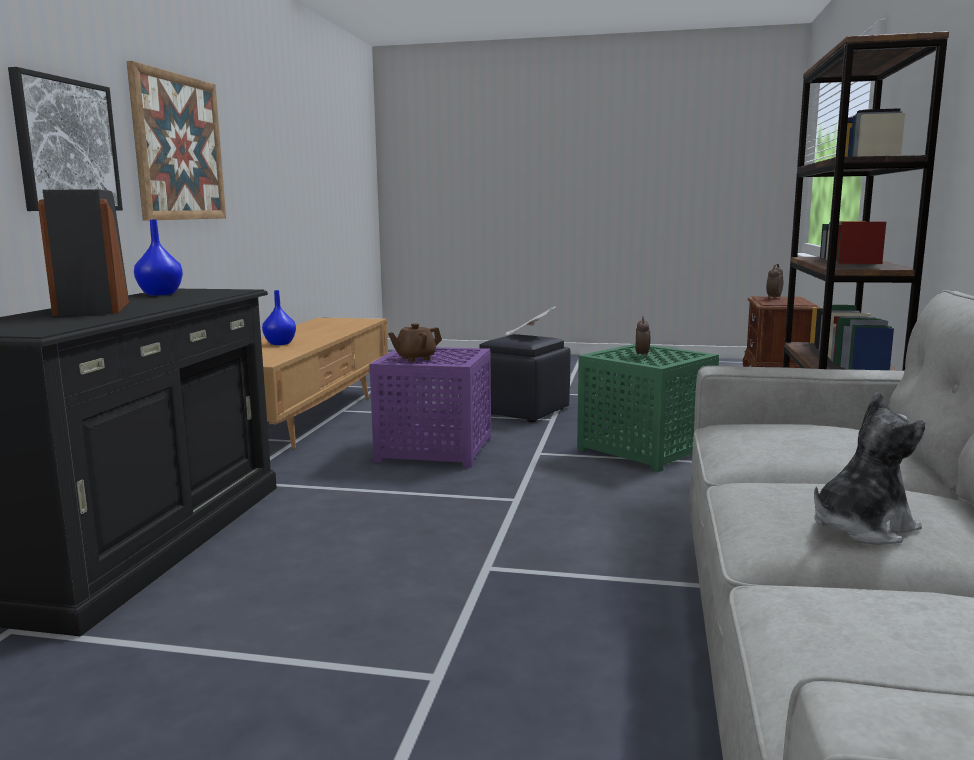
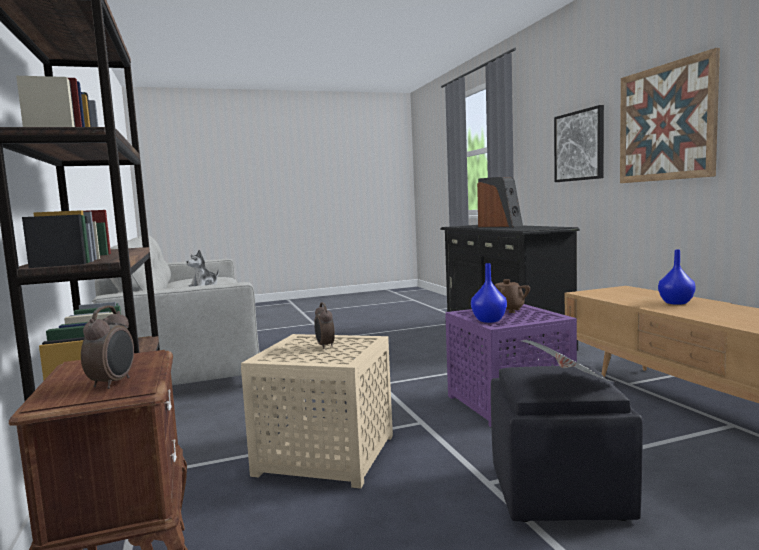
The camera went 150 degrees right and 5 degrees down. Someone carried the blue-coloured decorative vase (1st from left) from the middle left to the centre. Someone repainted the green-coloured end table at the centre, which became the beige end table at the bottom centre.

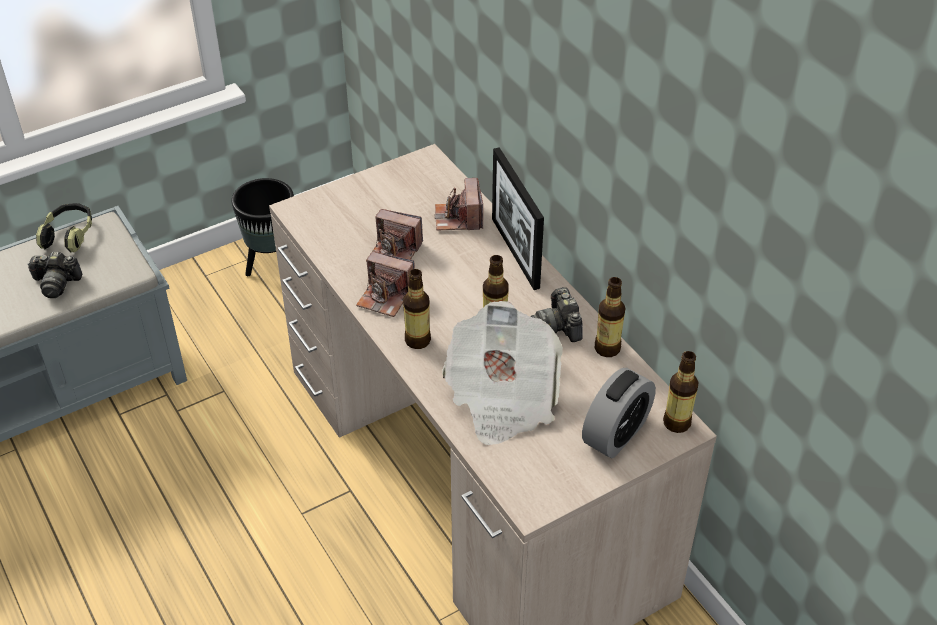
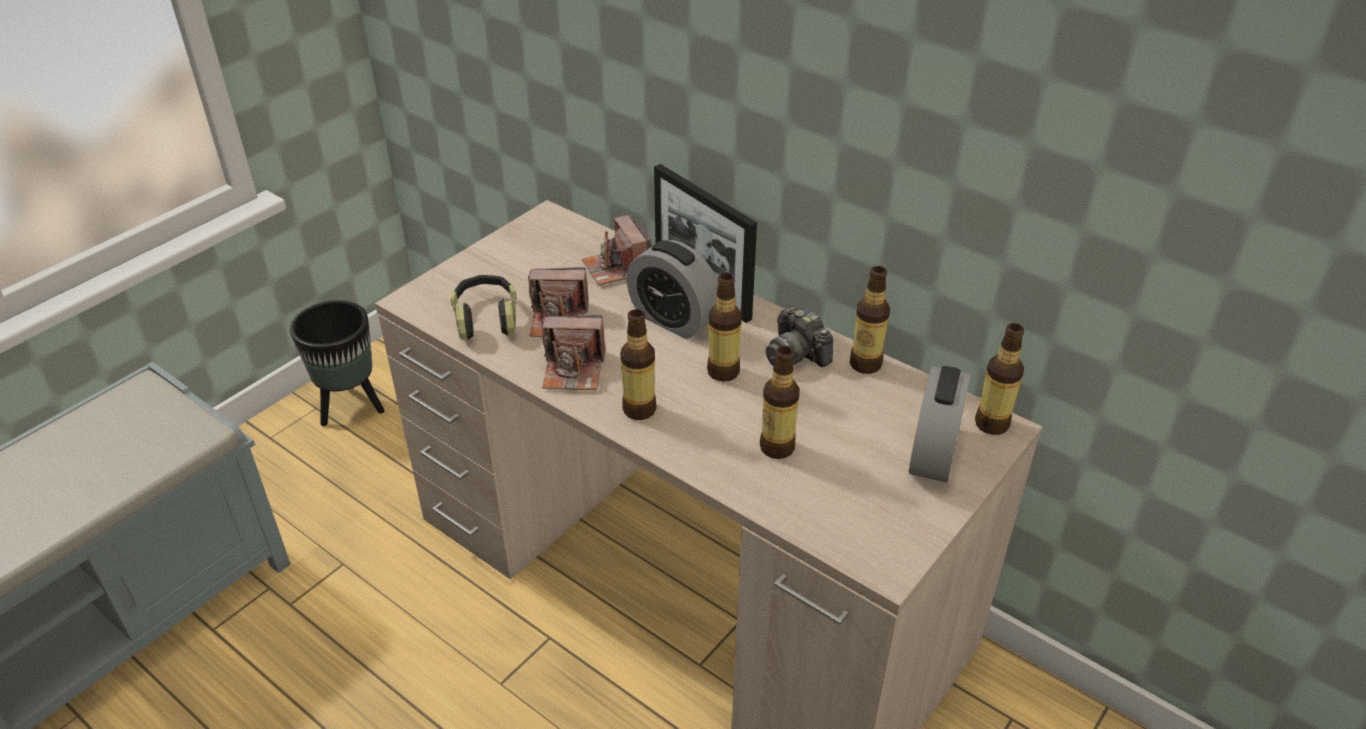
The camera went 20 degrees left and 5 degrees down. Someone took away the still camera (1st from left) at the middle left. Someone carried the pair of headphones from the middle left to the centre. Someone swapped the newspaper at the centre for the beverage bottle (3rd from left) at the centre. Someone put down the alarm clock (1st from left) at the centre.

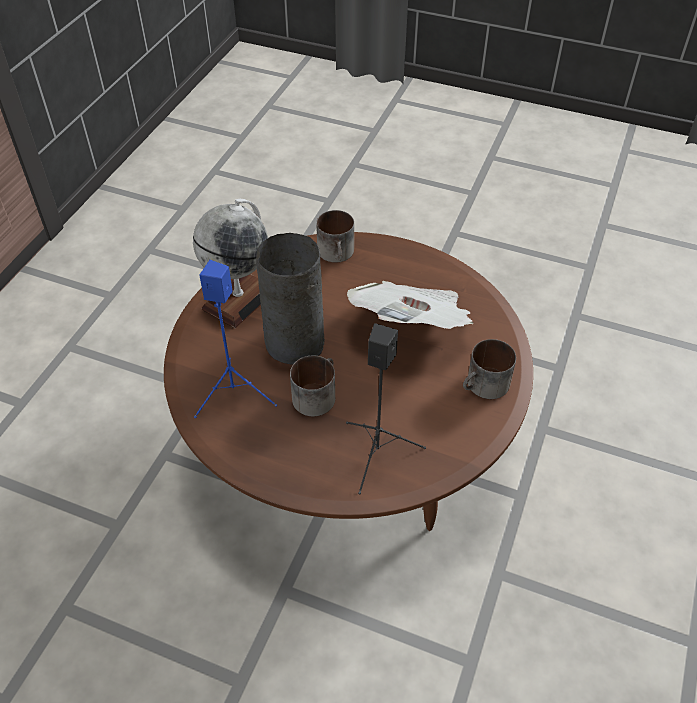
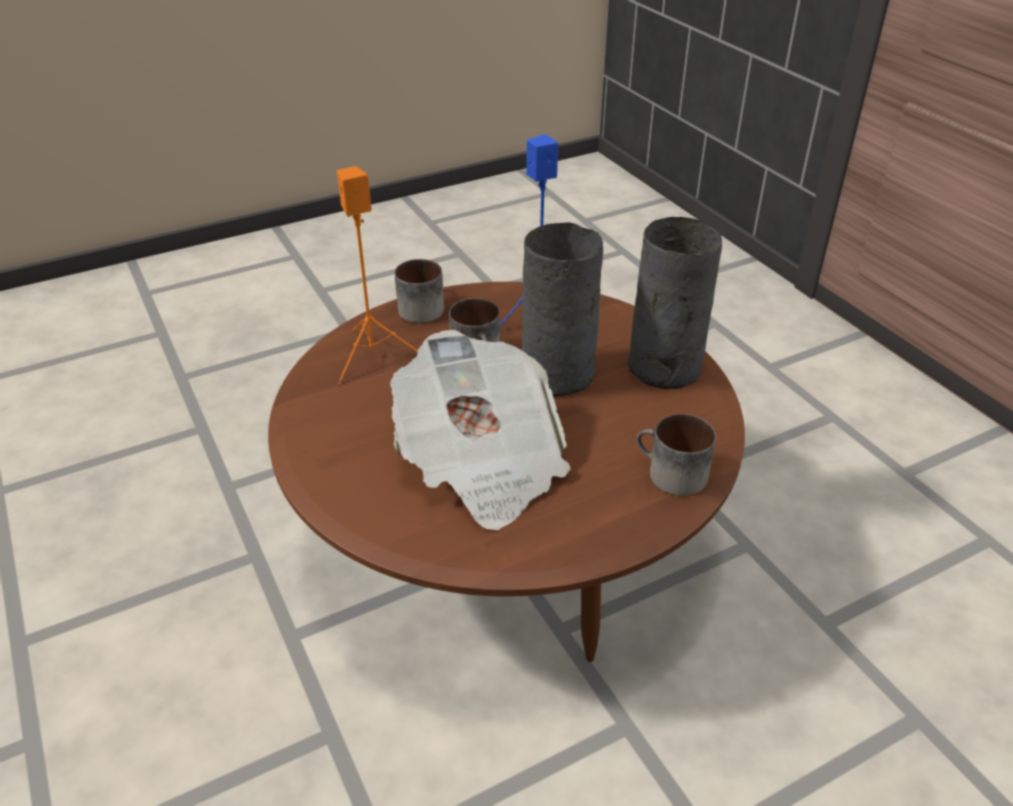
The camera went 130 degrees right and 10 degrees down. Someone swapped the desk globe at the middle left for the grey decorative vase (2nd from left) at the centre. Someone repainted the blackish loudspeaker at the centre, which became the orangey loudspeaker at the centre. Someone carried the mug (3rd from left in the first image) from the middle right to the centre.

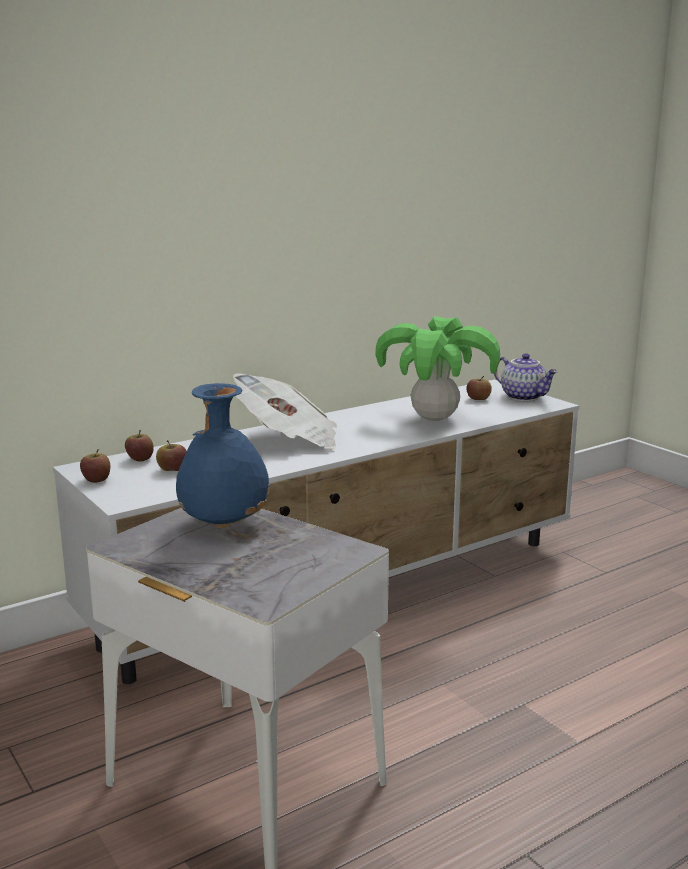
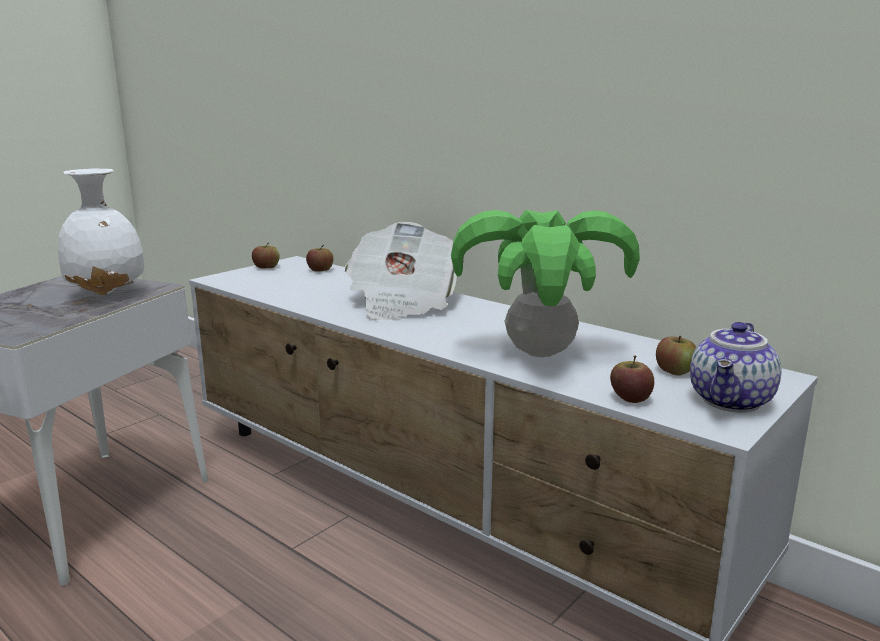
The camera went 75 degrees right and 0 degrees up. Someone carried the apple fruit (3rd from left) from the middle left to the middle right. Someone repainted the blue-coloured decorative vase at the middle left, which became the whitish decorative vase at the middle left.

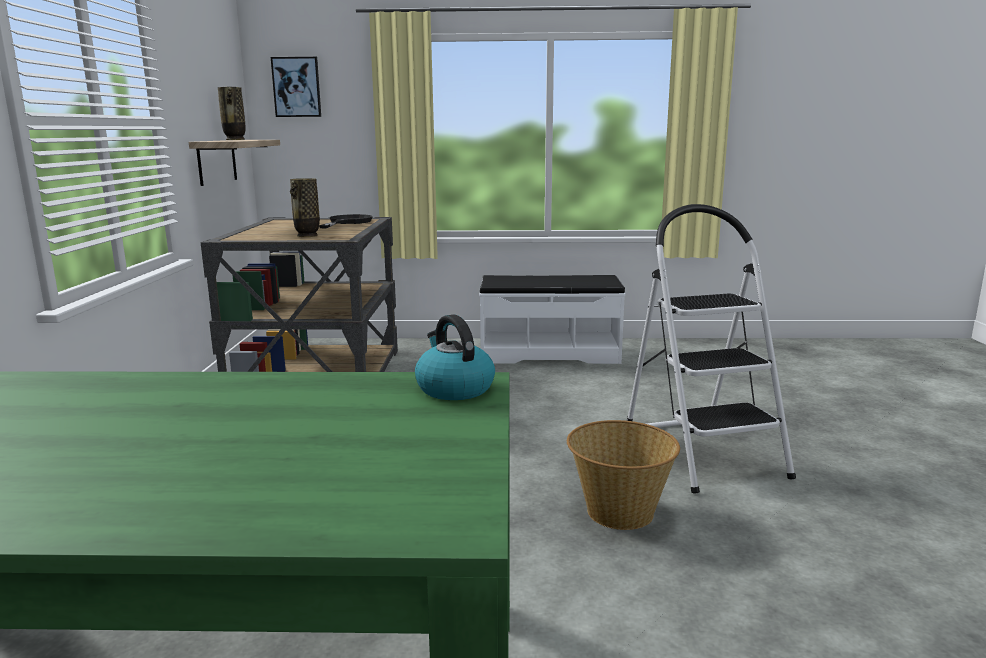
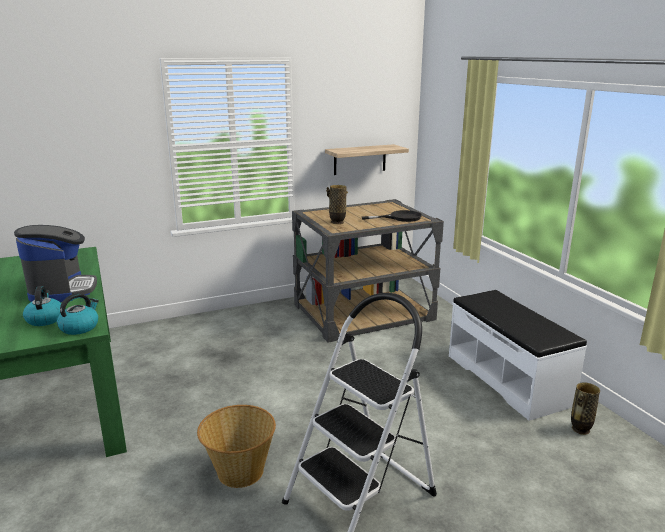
The camera went 65 degrees right and 5 degrees up. Someone carried the decorative vase (1st from left in the first image) from the top left to the bottom right. Someone took away the wall art at the top left. Someone put down the coffee brewer at the middle left. Someone put down the kettle (1st from left) at the middle left.

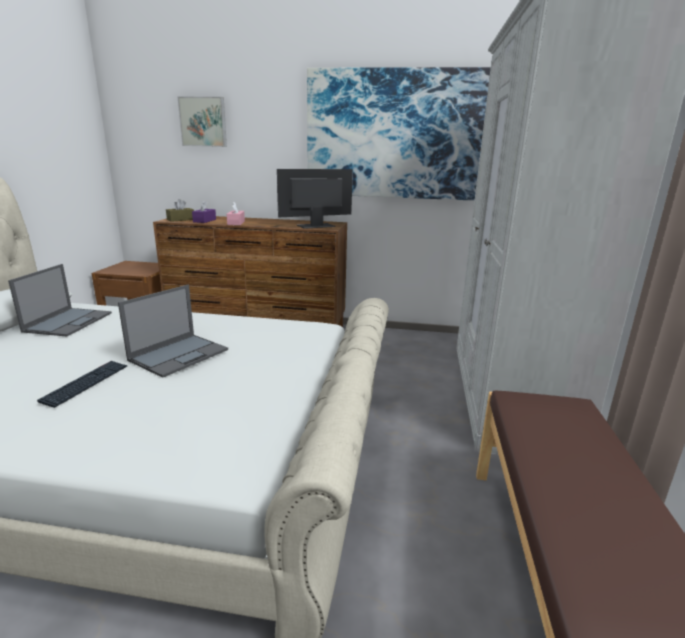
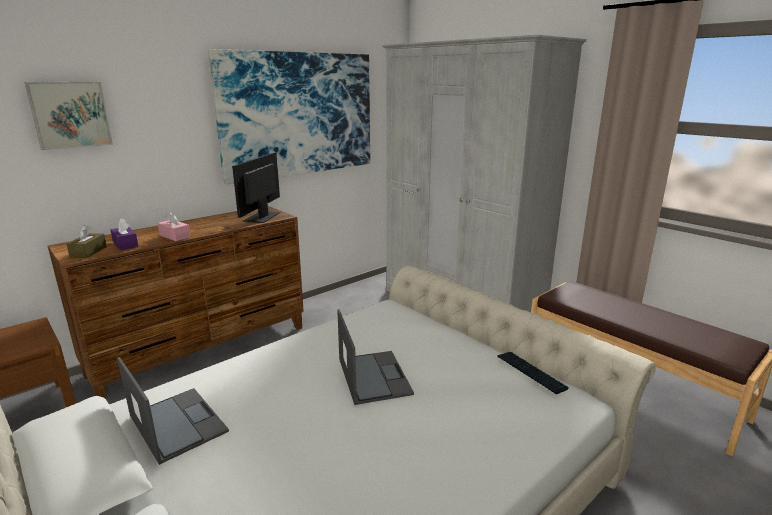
The camera went 50 degrees left and 0 degrees up. Someone carried the keyboard from the middle left to the bottom right.

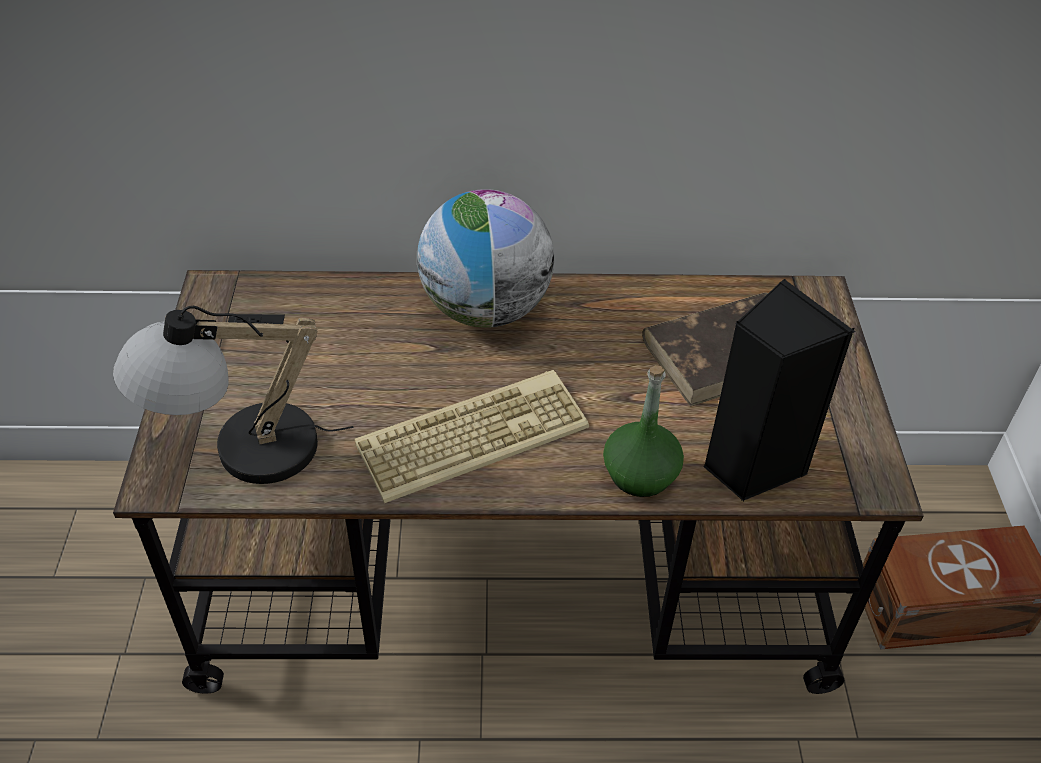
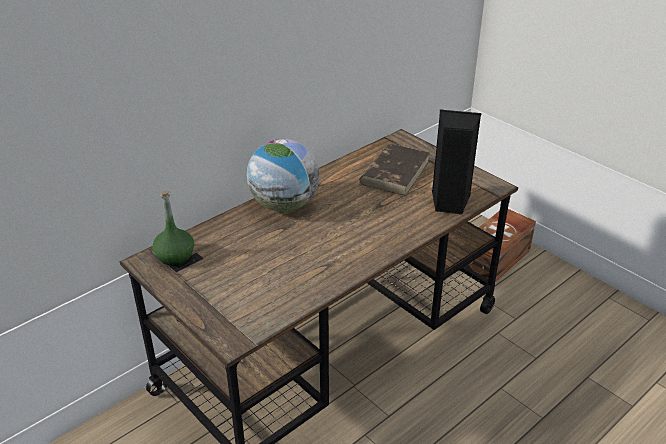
The camera went 40 degrees left and 10 degrees down. Someone took away the tabletop lamp at the middle left. Someone took away the keyboard at the centre. Someone carried the green-coloured beverage bottle from the centre to the middle left.

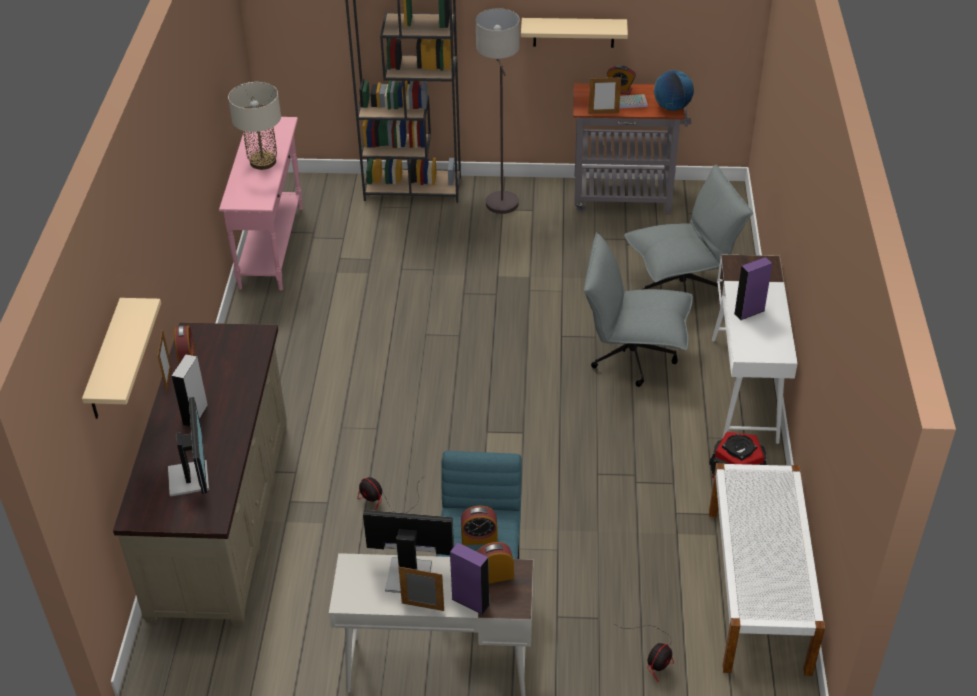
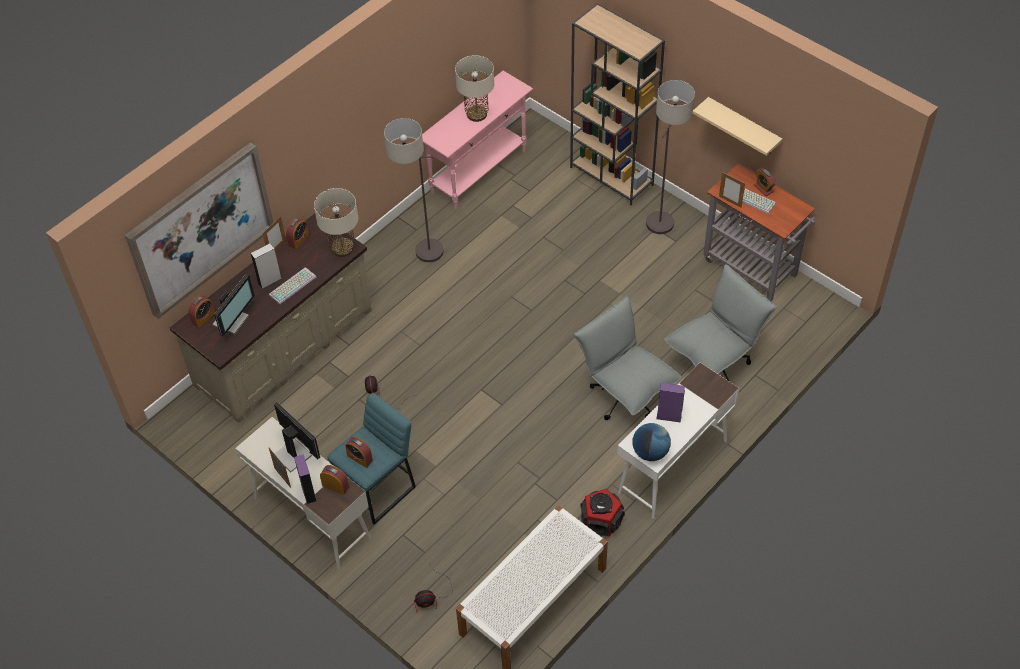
The camera went 40 degrees right and 10 degrees up. Someone swapped the beige bracket shelf (1st from left) at the middle left for the wall art at the middle left. Someone rotated the grey desk chair (2nd from left) at the top right by 60 degrees counterclockwise. Someone carried the desk globe from the top right to the centre. Someone put down the alarm clock (1st from left) at the middle left. Someone put down the keyboard (1st from left) at the middle left. Someone put down the tabletop lamp (1st from left) at the top left. Someone put down the grey standing lamp (1st from left) at the top centre.

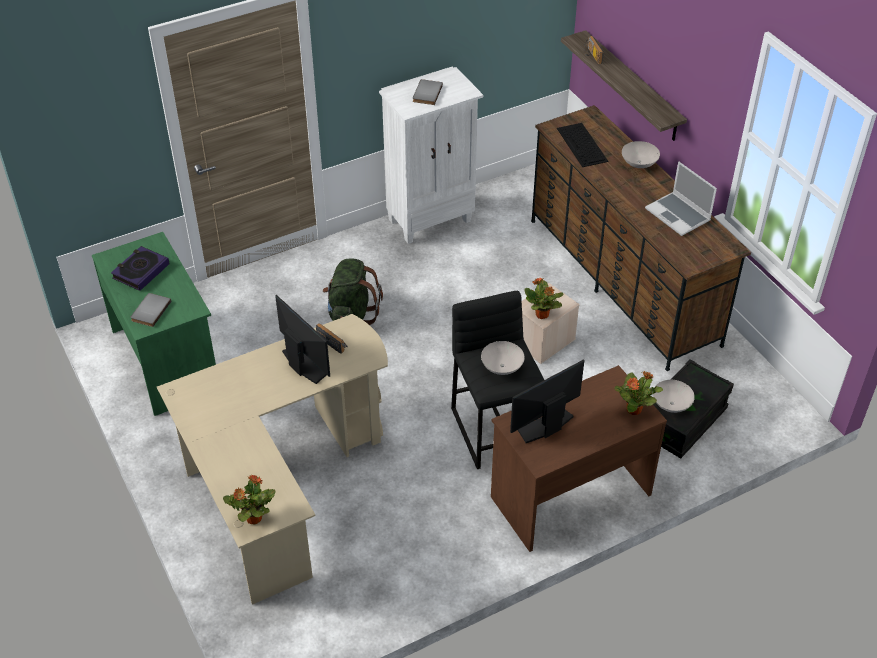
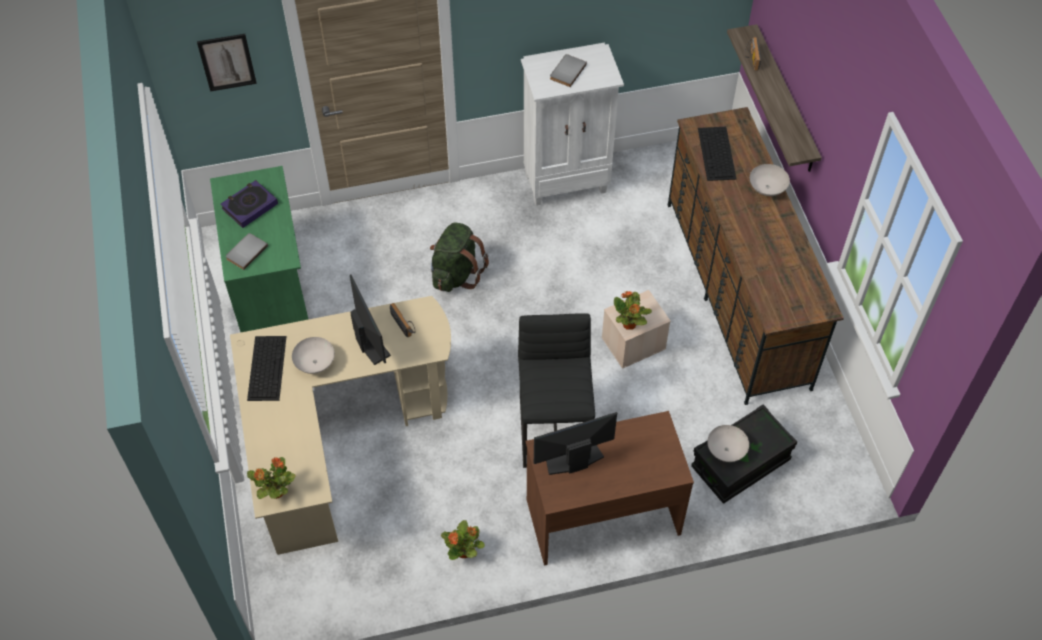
The camera went 15 degrees right and 10 degrees up. Someone carried the whitish serving bowl (1st from left) from the centre to the middle left. Someone carried the houseplant (3rd from left in the first image) from the middle right to the bottom centre. Someone took away the laptop at the top right. Someone put up the wall art at the top left. Someone put down the keyboard (1st from left) at the middle left.

